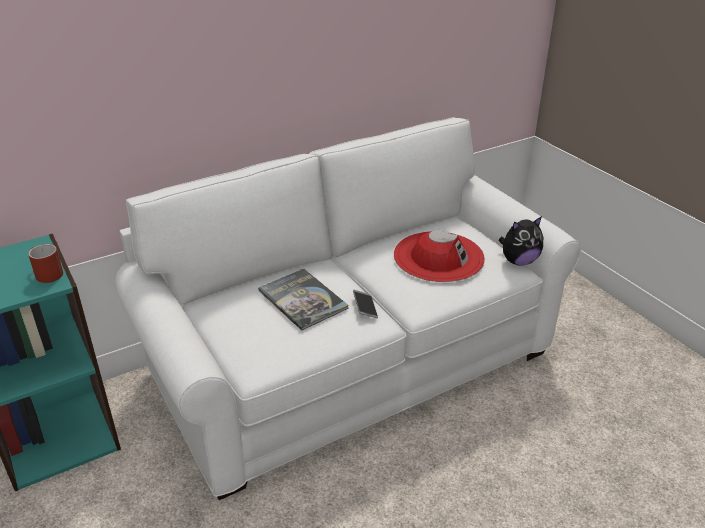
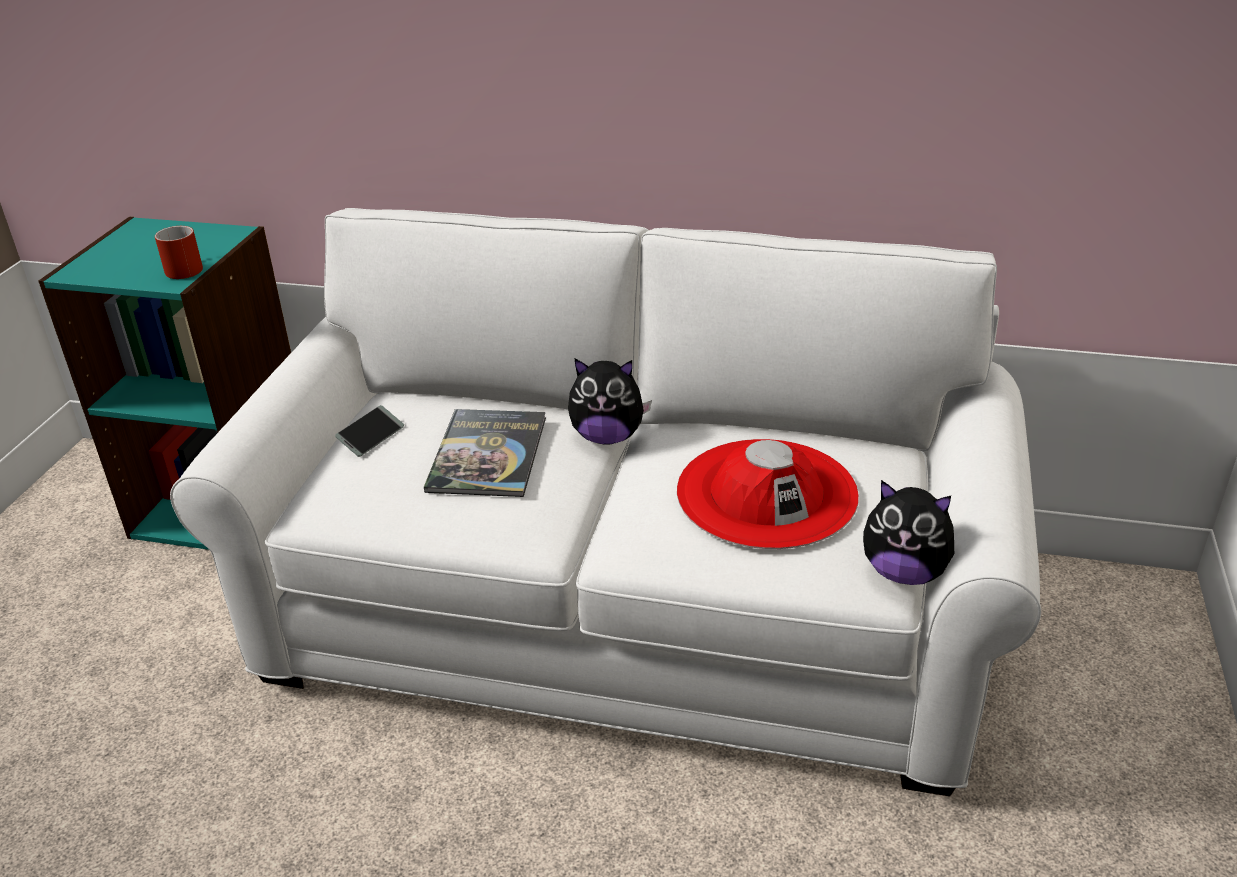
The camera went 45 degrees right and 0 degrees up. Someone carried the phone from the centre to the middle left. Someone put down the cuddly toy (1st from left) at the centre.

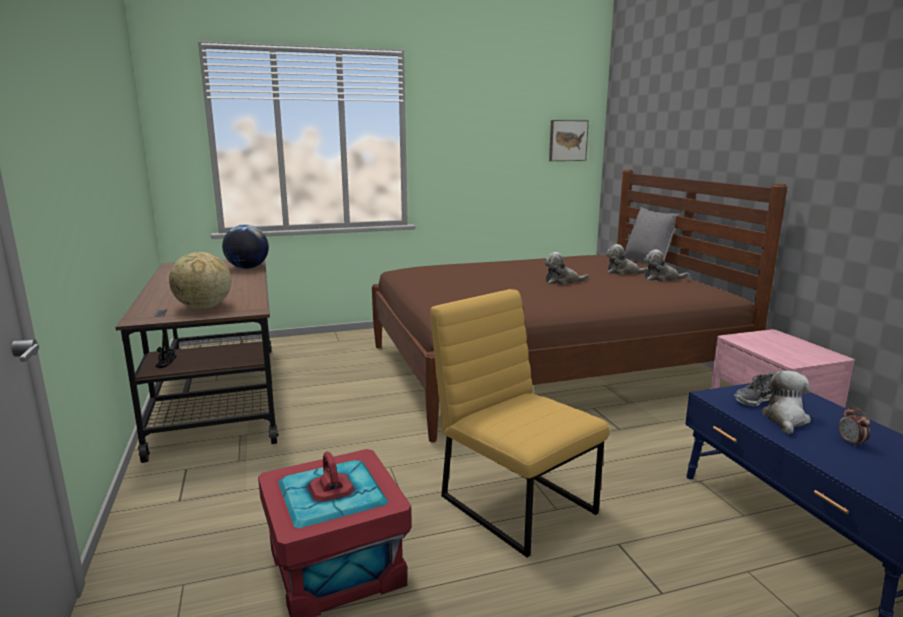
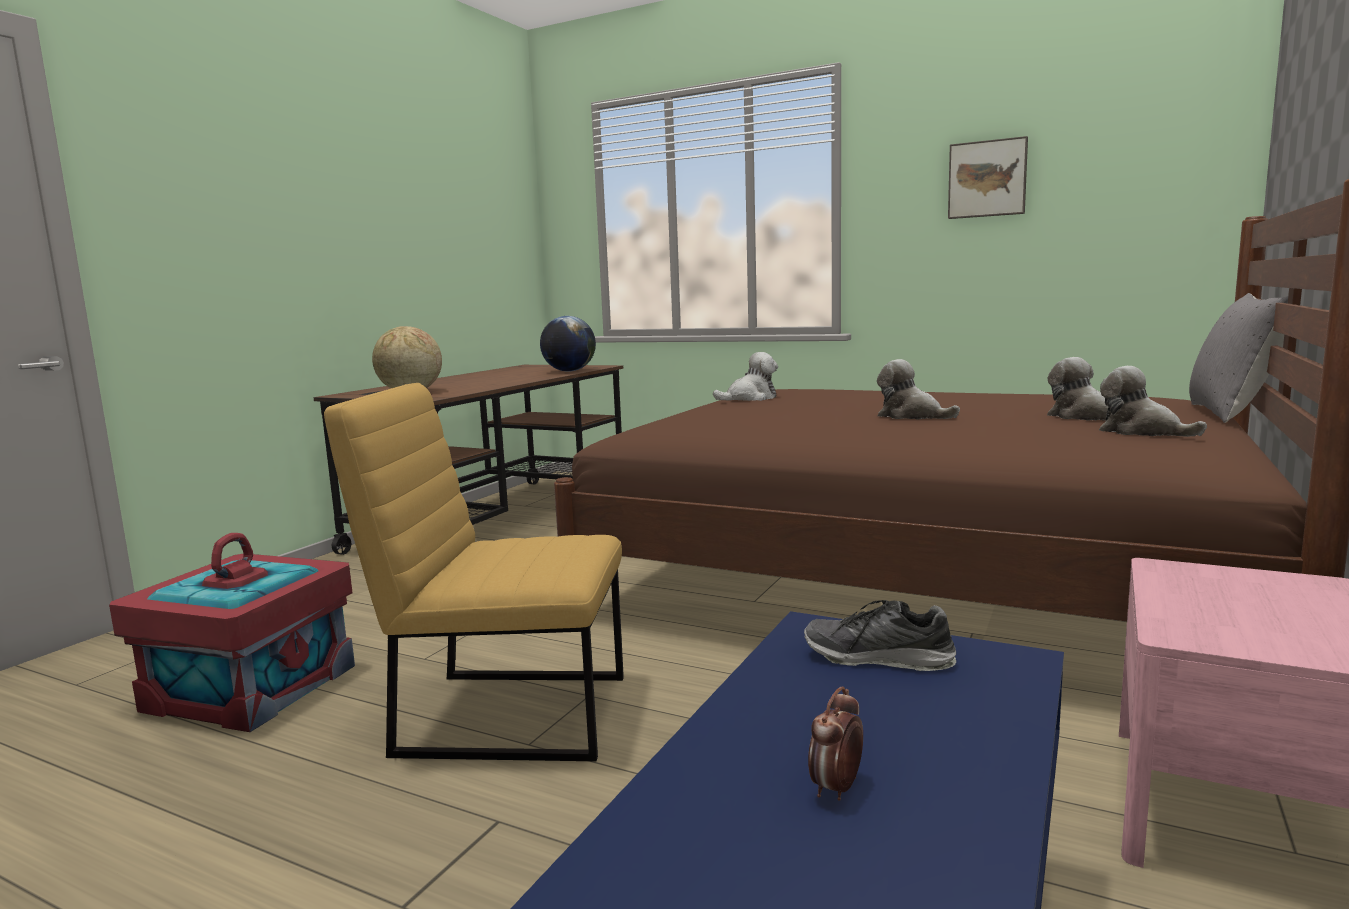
The camera went 45 degrees right and 5 degrees down. Someone rotated the yellow-coloured plain chair at the bottom centre by 90 degrees counterclockwise. Someone carried the wall art from the top centre to the top right. Someone carried the cuddly toy (4th from left in the first image) from the middle right to the centre.

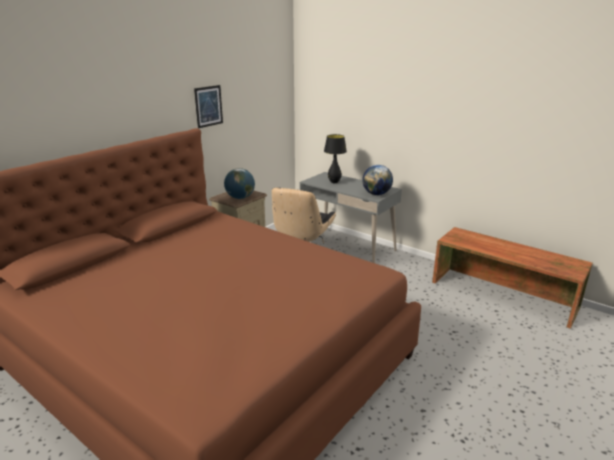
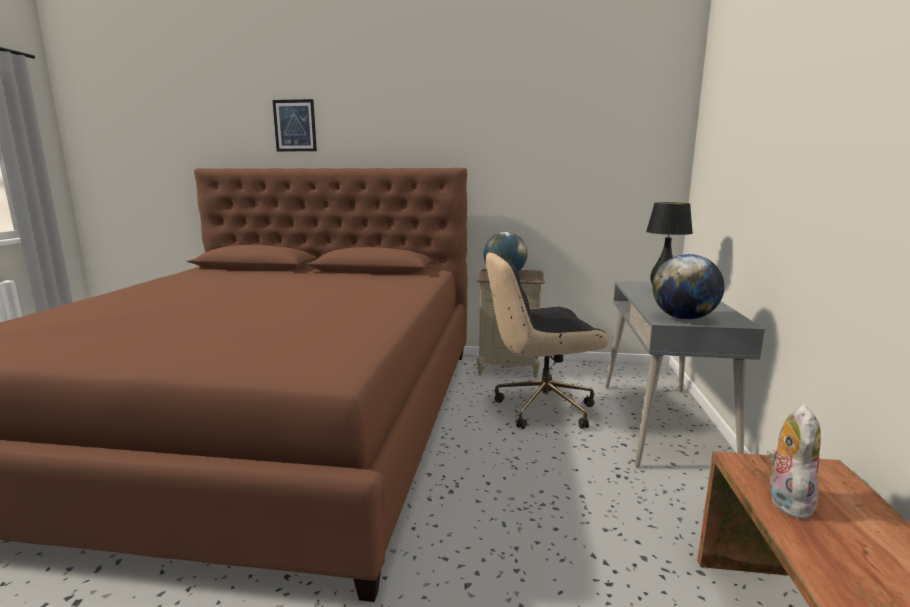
The camera went 60 degrees right and 10 degrees down. Someone carried the wall art from the top centre to the top left. Someone put down the cuddly toy at the bottom right.

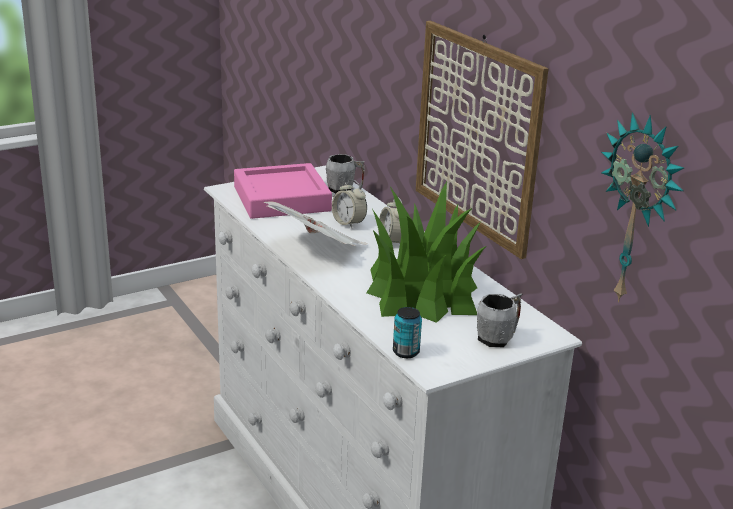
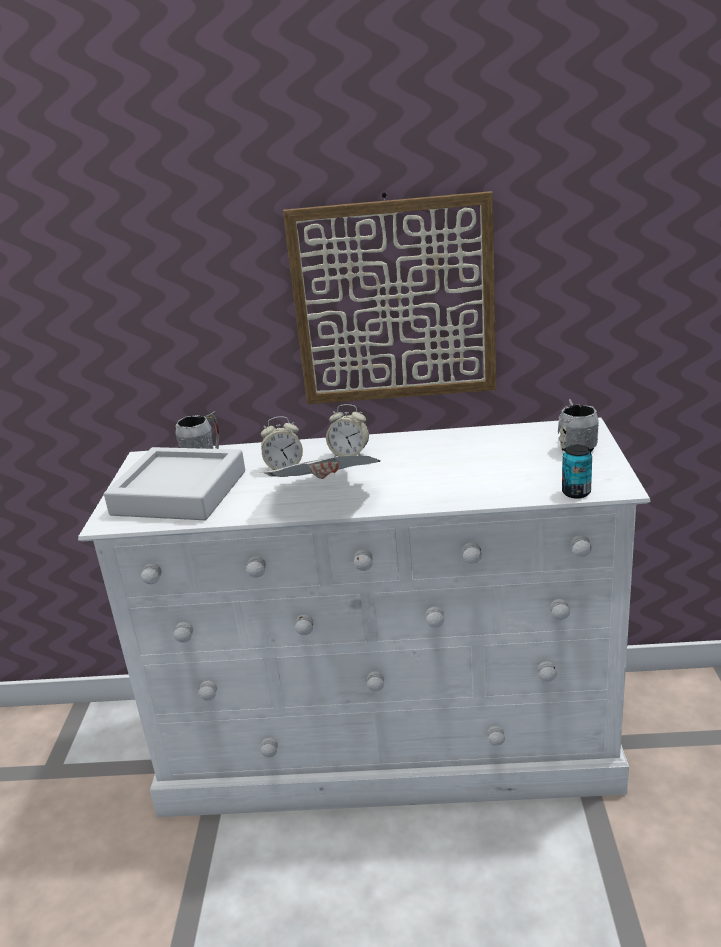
The camera went 55 degrees left and 0 degrees up. Someone repainted the pinkish serving tray at the centre, which became the grey serving tray at the middle left. Someone took away the houseplant at the centre. Someone took away the wall clock at the middle right.

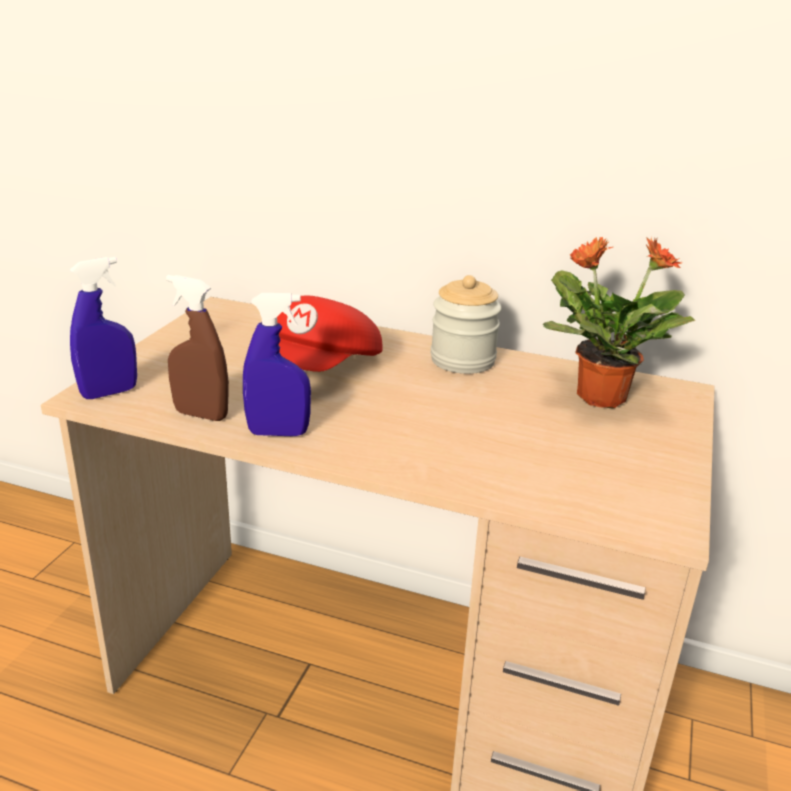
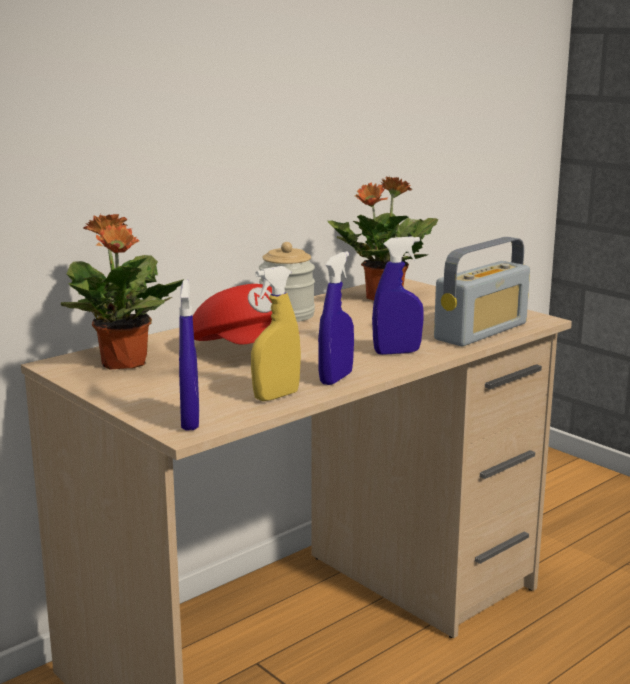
The camera went 60 degrees left and 10 degrees down. Someone repainted the brown spray bottle at the middle left, which became the yellow-coloured spray bottle at the centre. Someone put down the houseplant (1st from left) at the middle left. Someone put down the blue-coloured spray bottle (3rd from left) at the centre. Someone put down the radio receiver at the middle right.

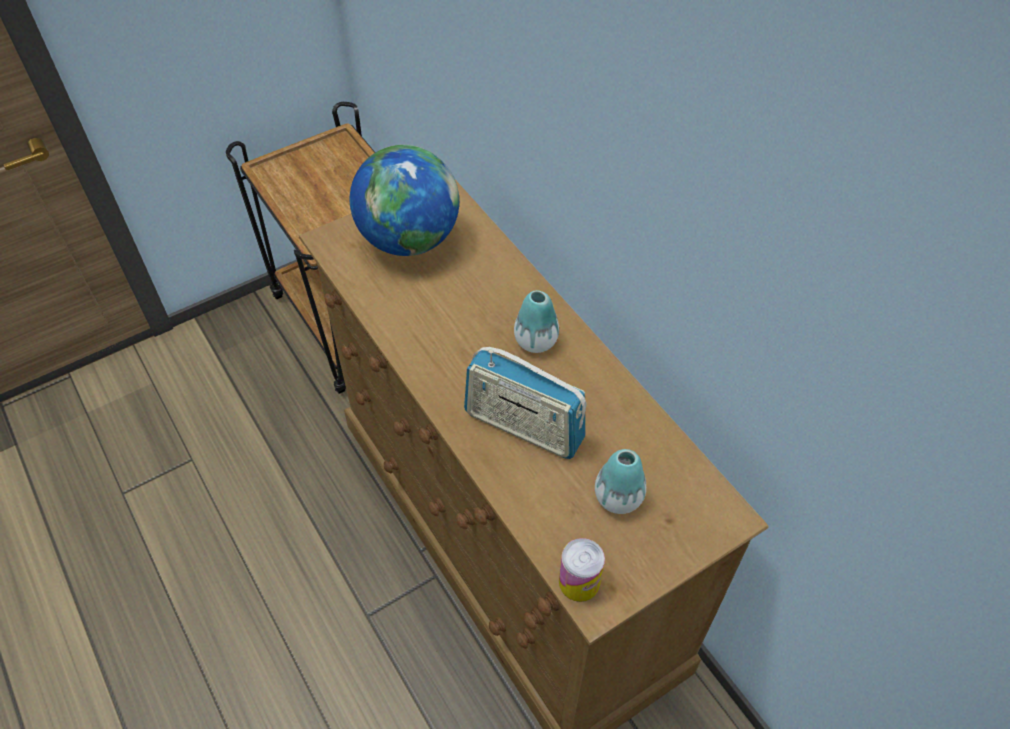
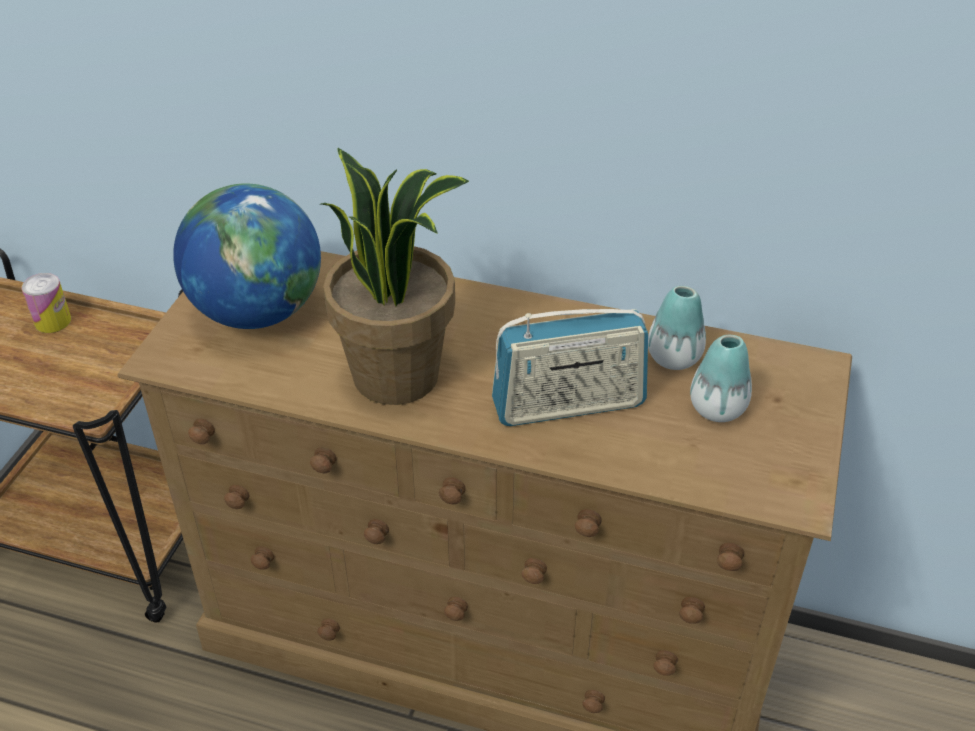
The camera went 40 degrees left and 10 degrees down. Someone carried the decorative vase (1st from left) from the centre to the middle right. Someone carried the sealed can from the bottom centre to the middle left. Someone put down the houseplant at the centre.

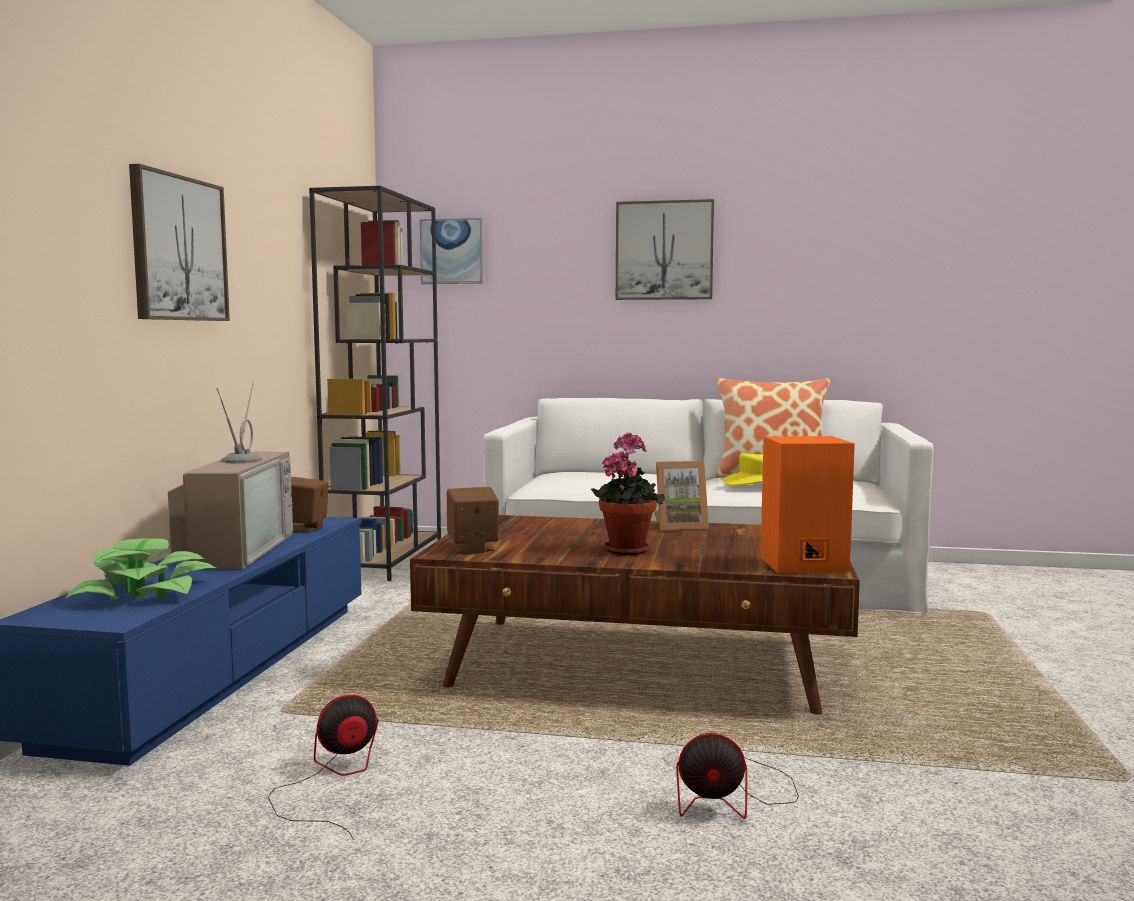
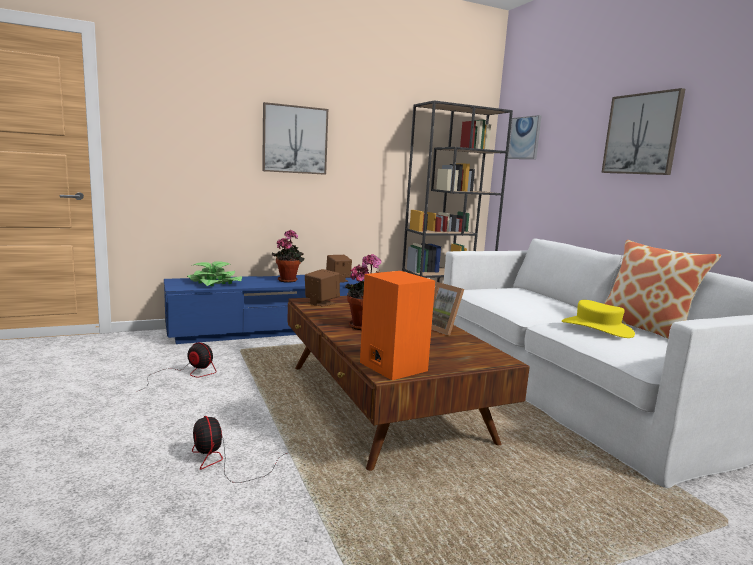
The camera went 55 degrees right and 5 degrees up. Someone swapped the TV set at the middle left for the houseplant (2nd from left) at the centre.

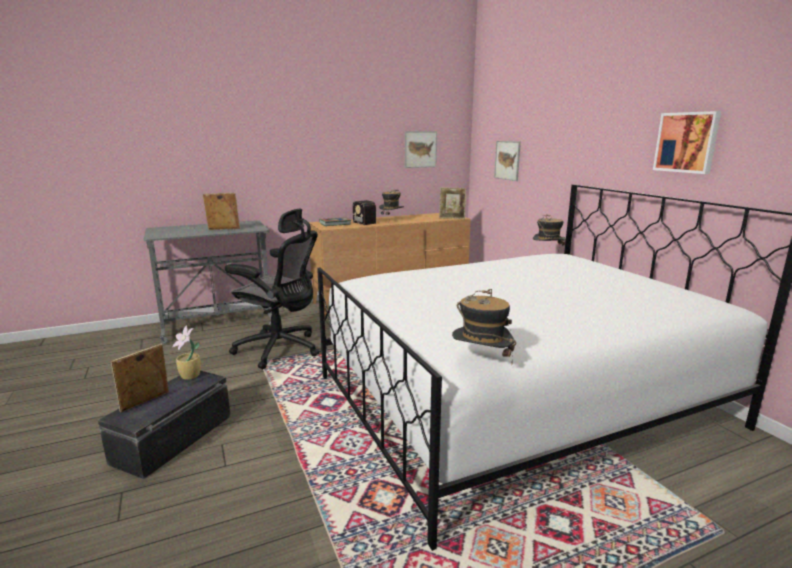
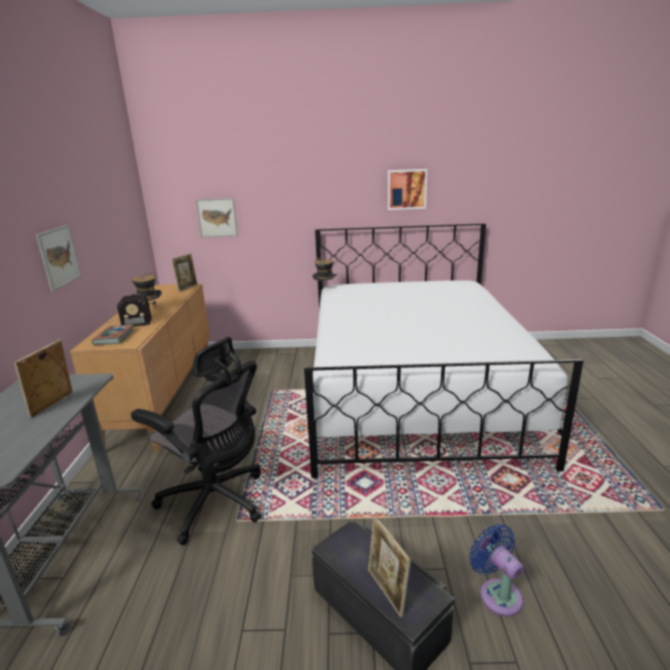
The camera went 65 degrees left and 5 degrees up. Someone took away the houseplant at the middle left. Someone rotated the desk chair at the centre by 75 degrees clockwise. Someone carried the wall art (1st from left) from the top centre to the middle left. Someone took away the hat (2nd from left) at the centre. Someone put down the blue-coloured cooling fan at the bottom right.

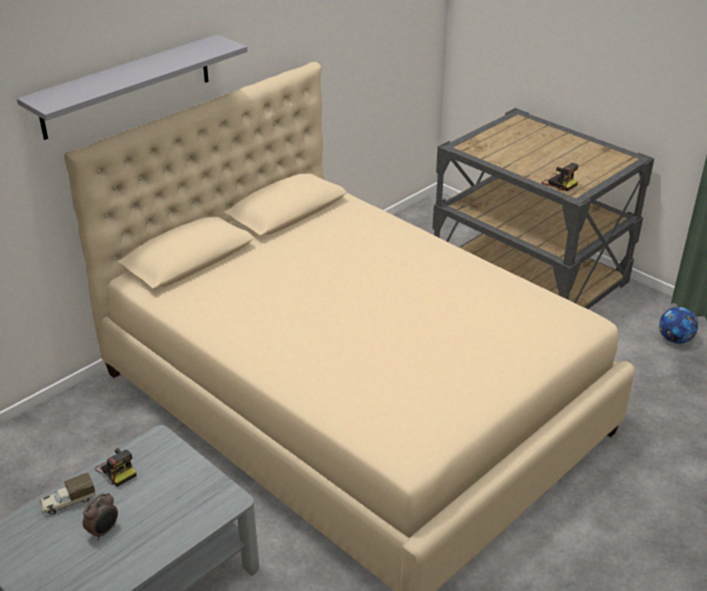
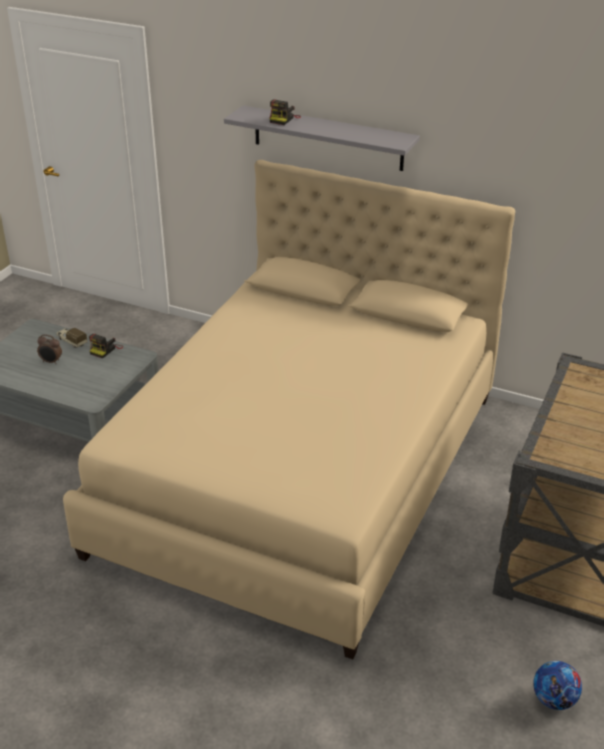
The camera went 70 degrees right and 0 degrees up. Someone carried the still camera (2nd from left) from the top right to the top centre.

